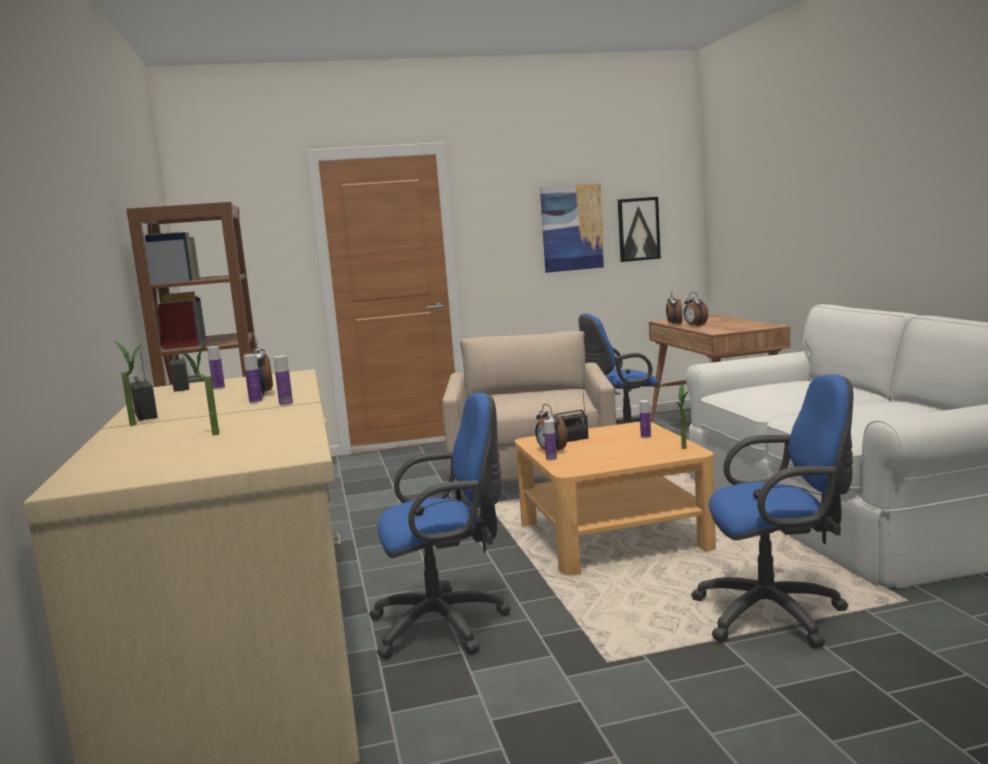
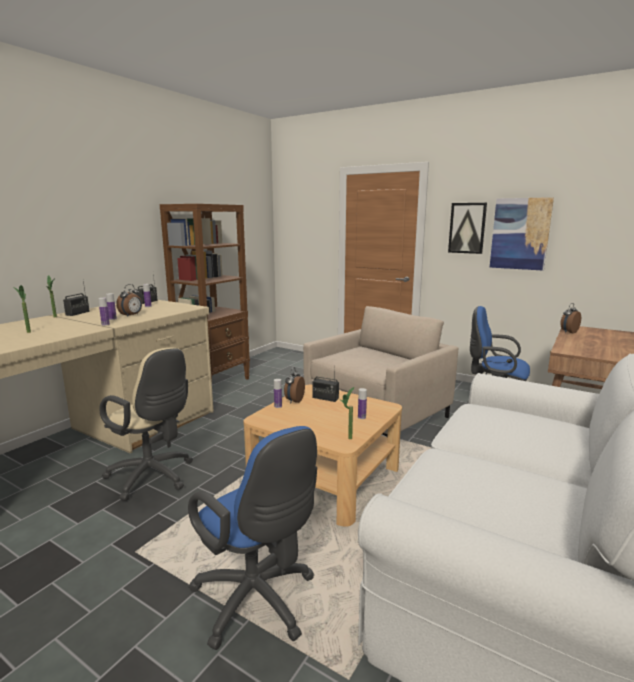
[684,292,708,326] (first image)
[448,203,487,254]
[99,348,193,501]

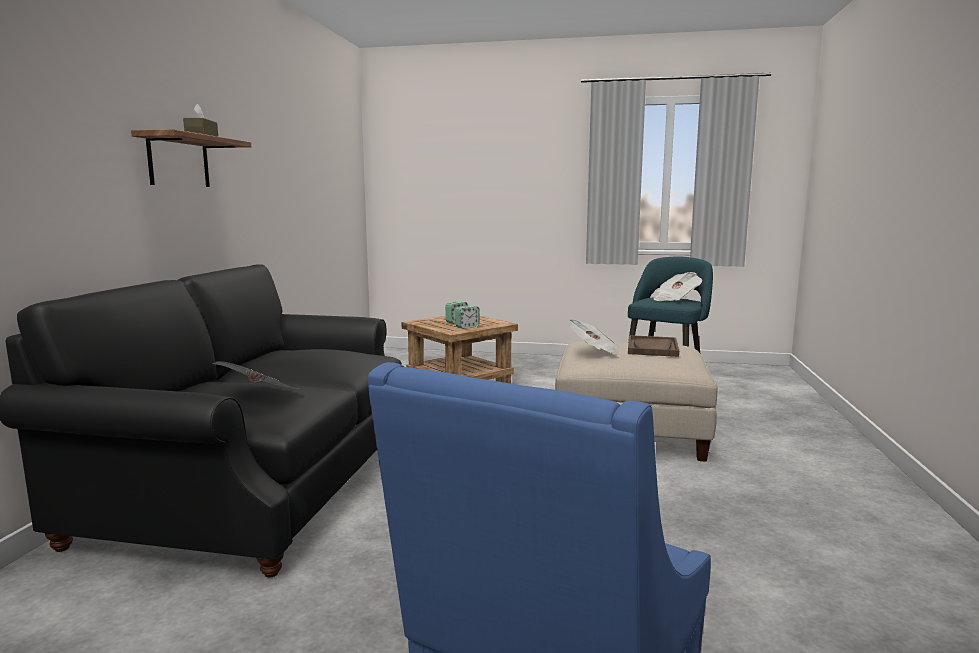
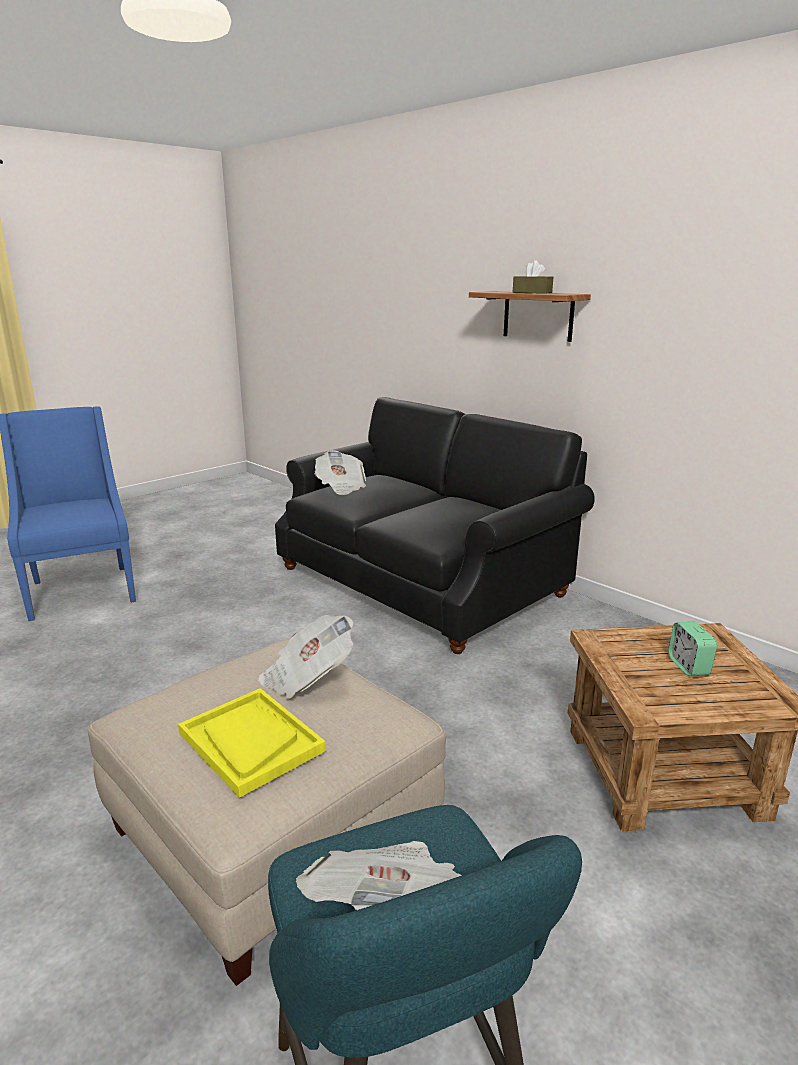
[455,305,480,329] (first image)
[178,688,326,798]

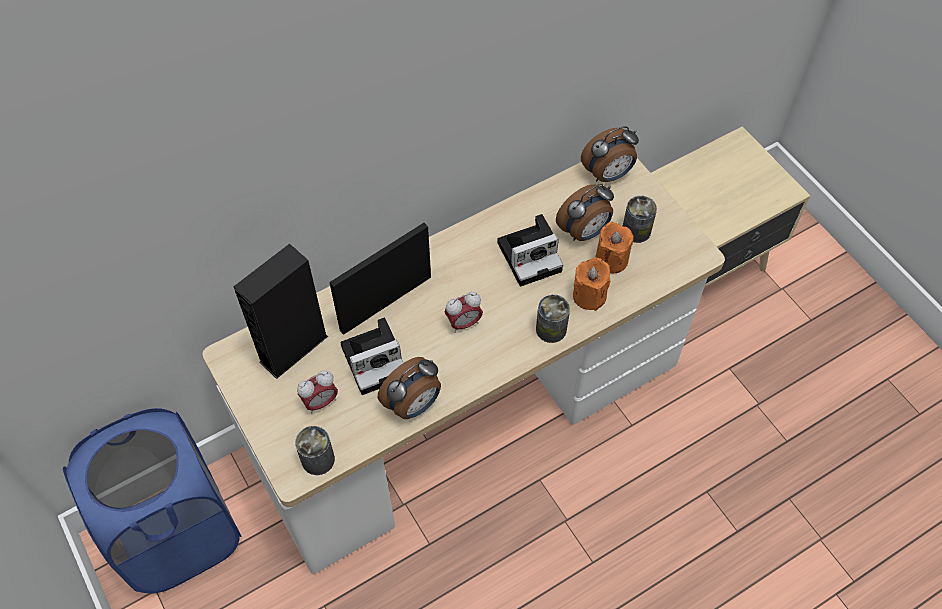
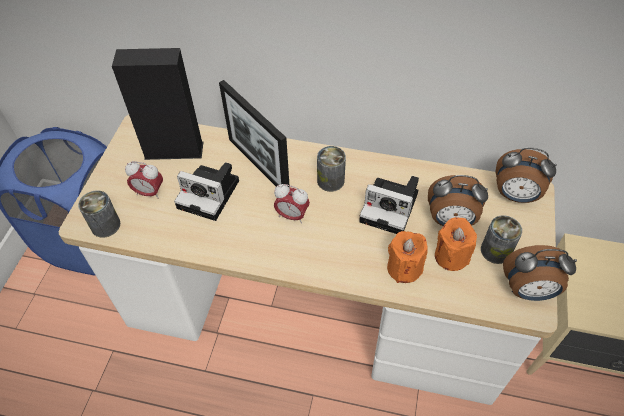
[503,245,577,301]
[317,146,346,192]
[219,80,290,187]

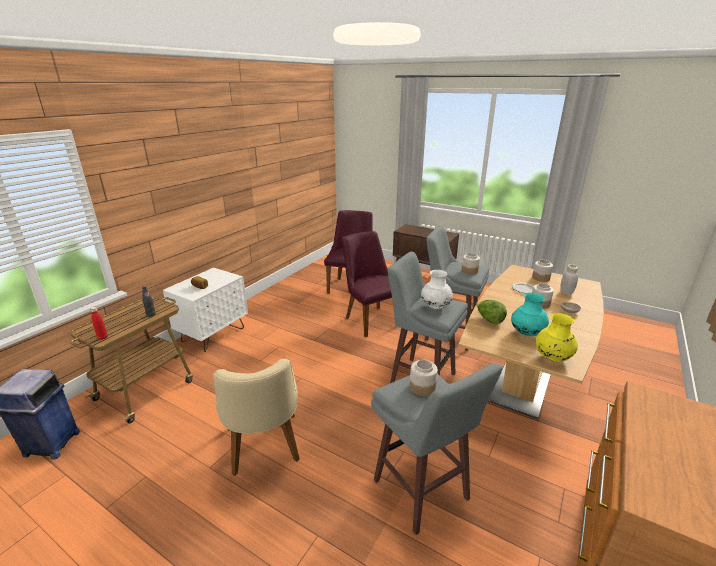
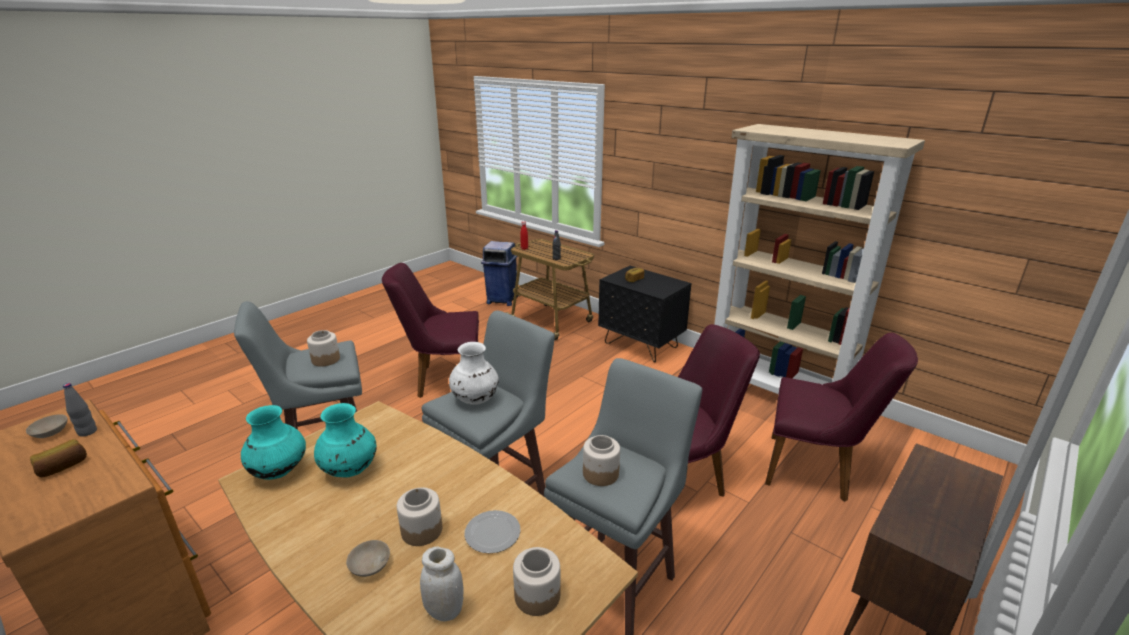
[476,300,507,324] (first image)
[26,414,67,438]
[30,439,87,477]
[63,383,97,437]
[714,124,925,394]
[598,266,691,362]
[382,263,479,398]
[241,405,306,480]

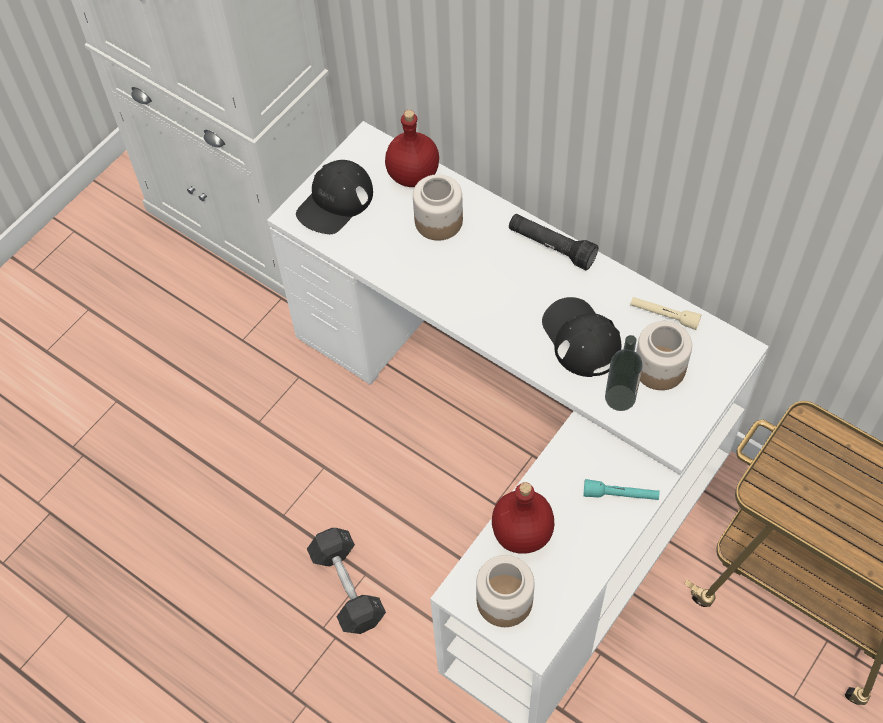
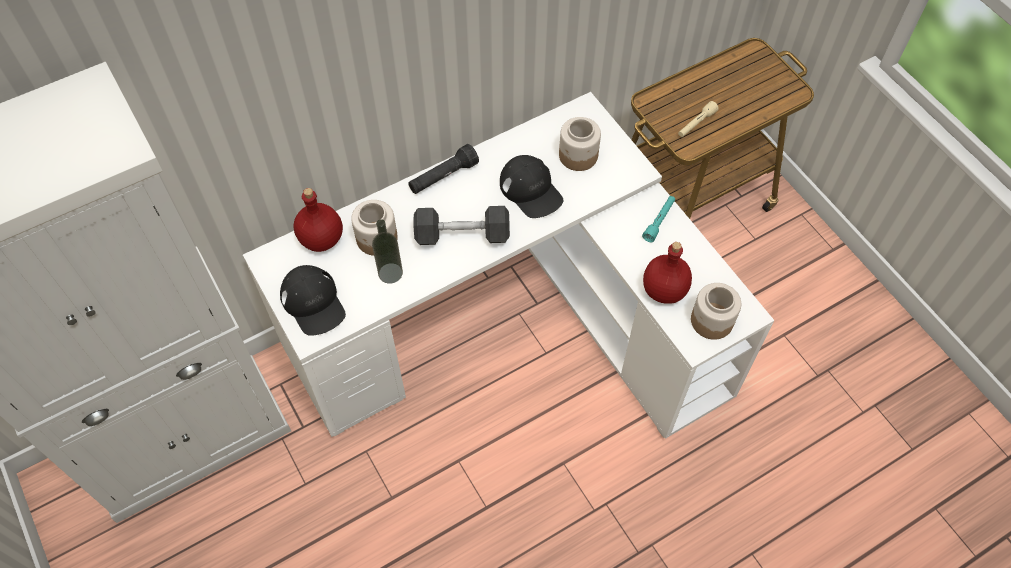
[413,206,510,245]
[372,219,403,284]
[678,101,719,137]
[500,155,563,218]

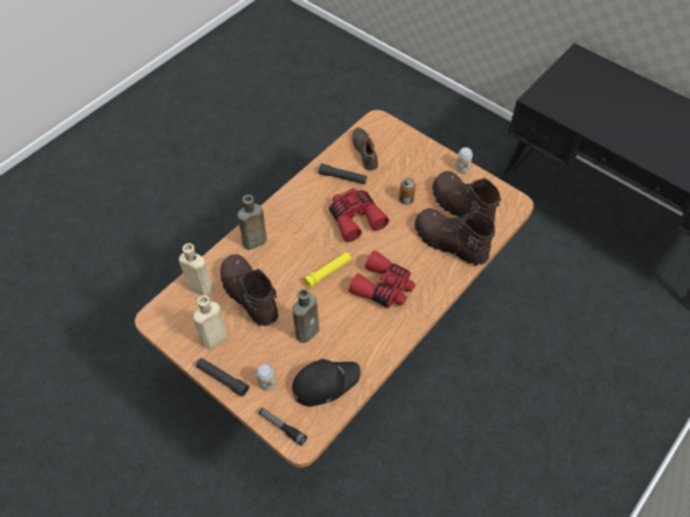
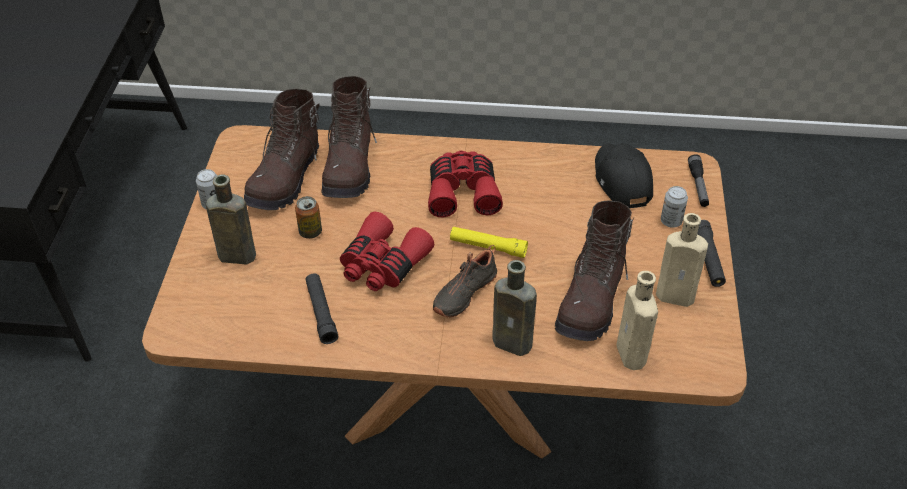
[206,174,256,264]
[433,245,497,317]
[595,143,653,208]

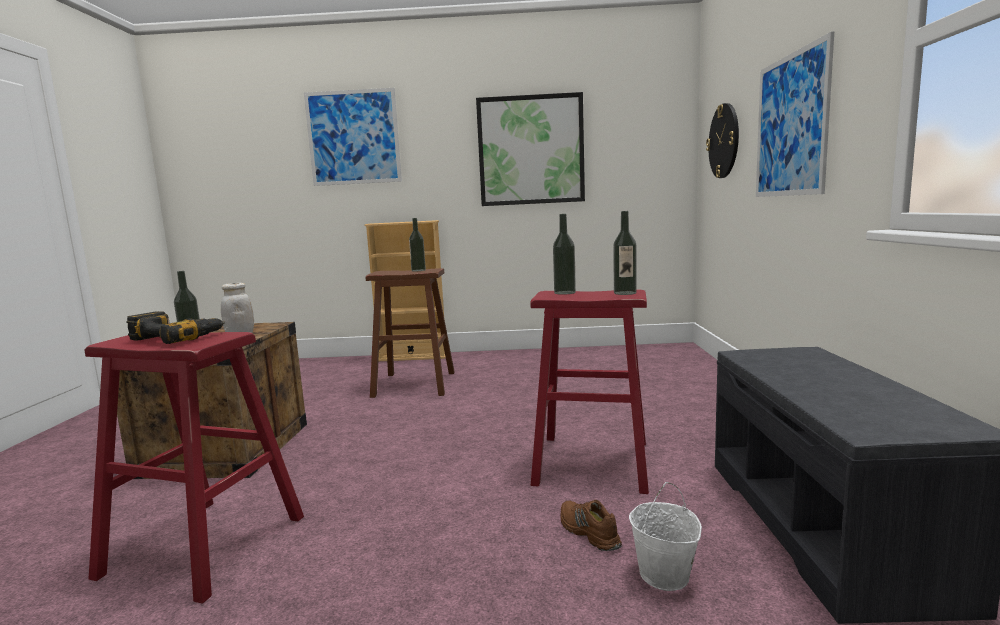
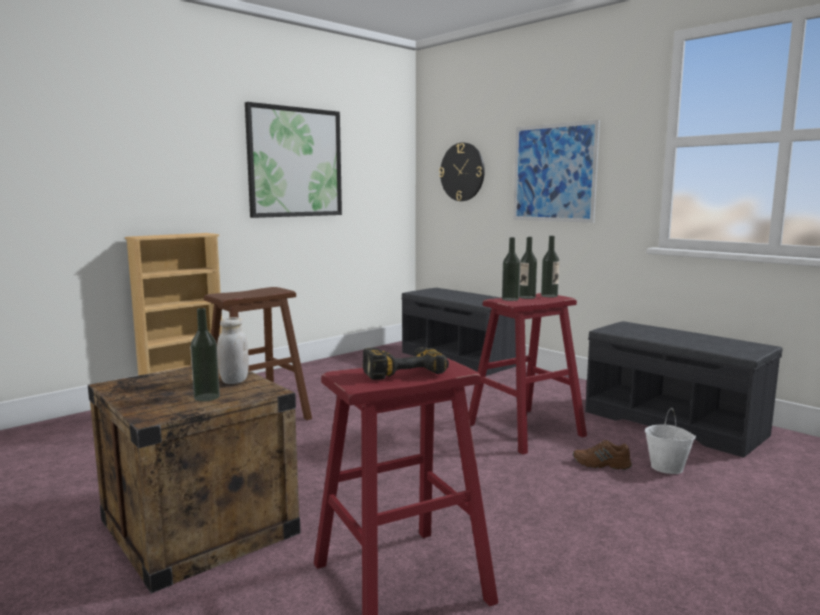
[304,88,402,186] (first image)
[402,288,516,376]
[519,237,537,299]

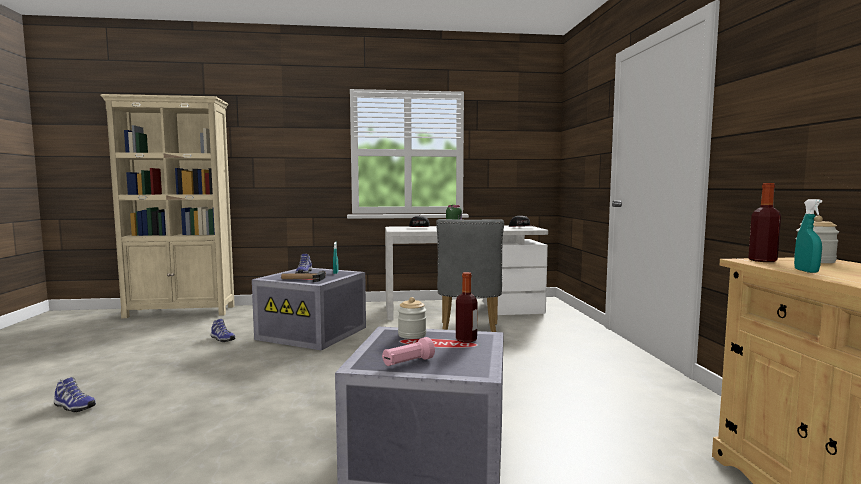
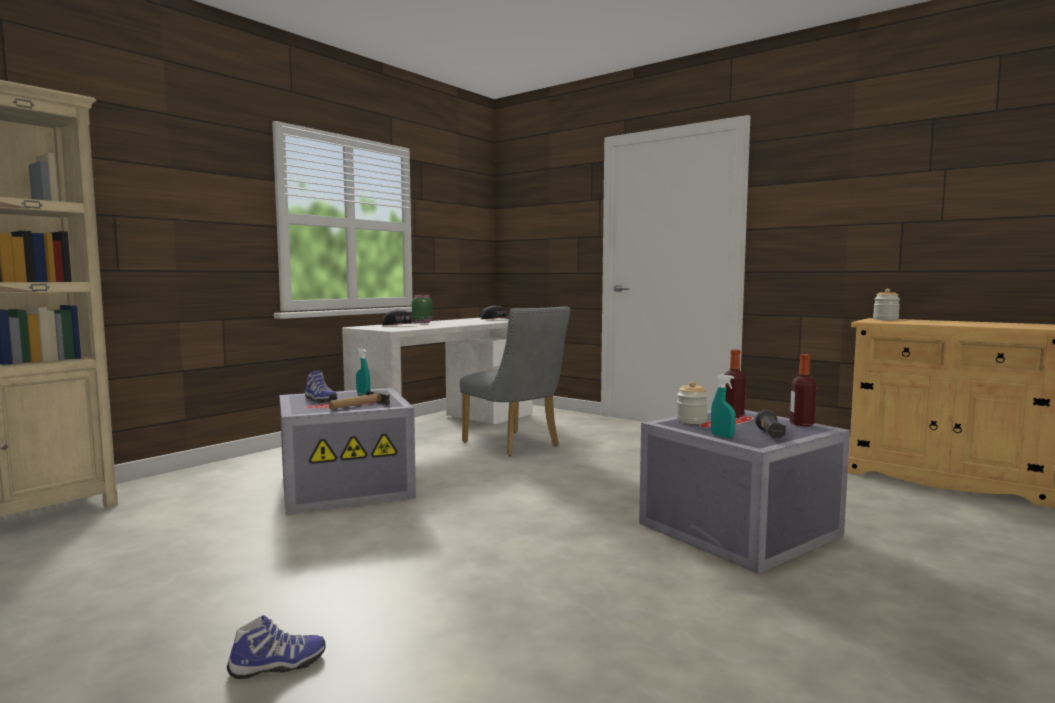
[211,319,235,342] (first image)
[790,354,816,426]
[710,375,736,438]
[755,410,786,439]

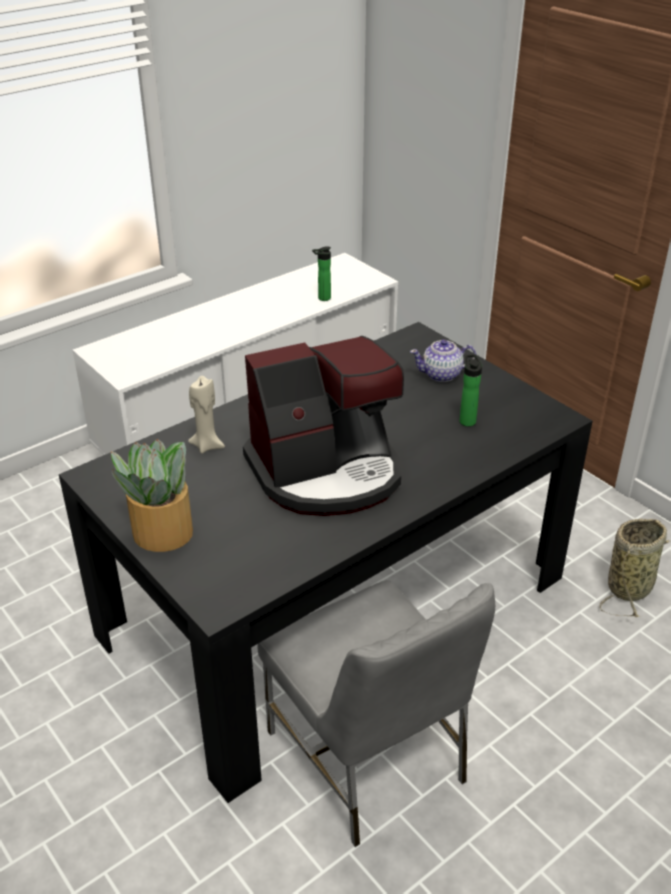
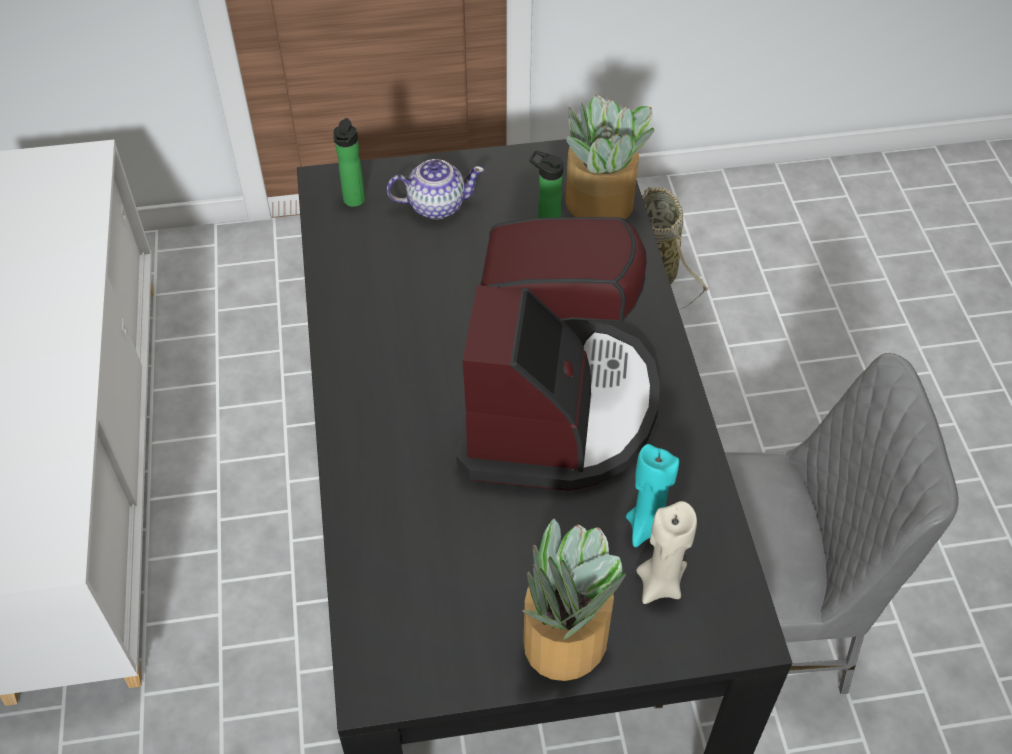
[565,95,655,219]
[626,444,679,547]
[636,501,697,604]
[333,118,365,207]
[387,159,484,219]

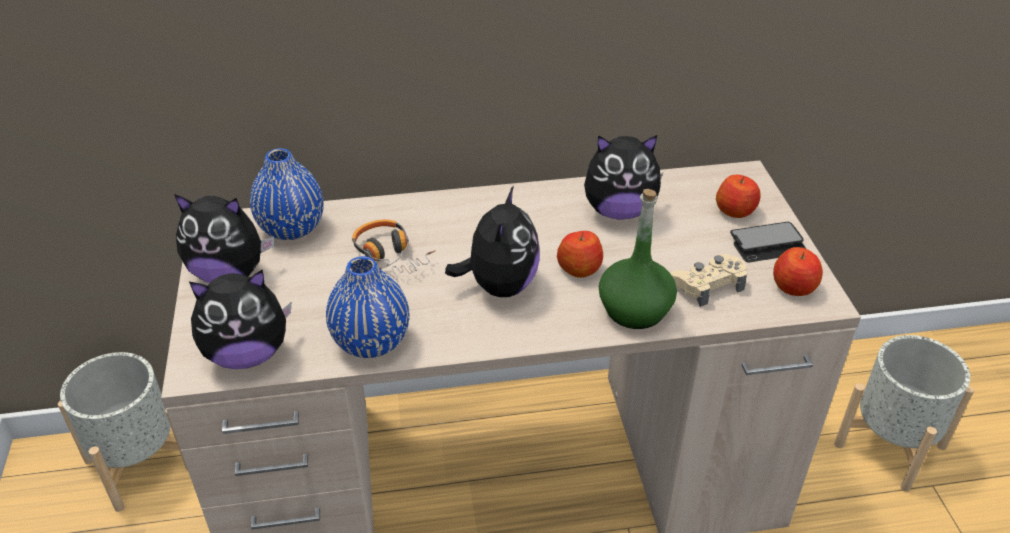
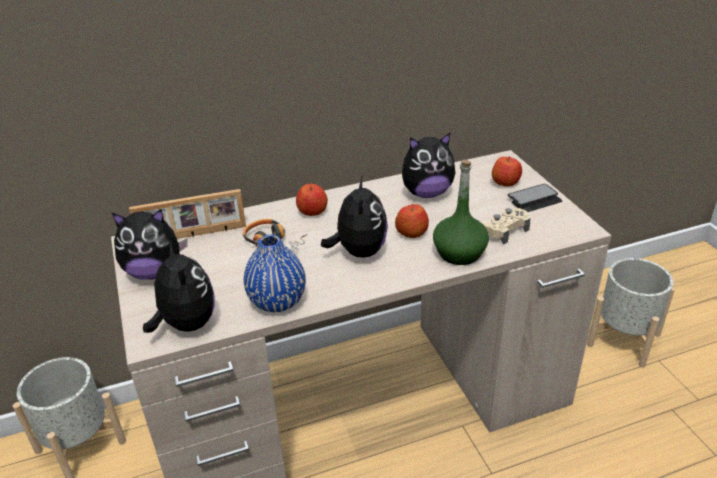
[296,184,328,216]
[129,189,246,239]
[143,241,215,333]

